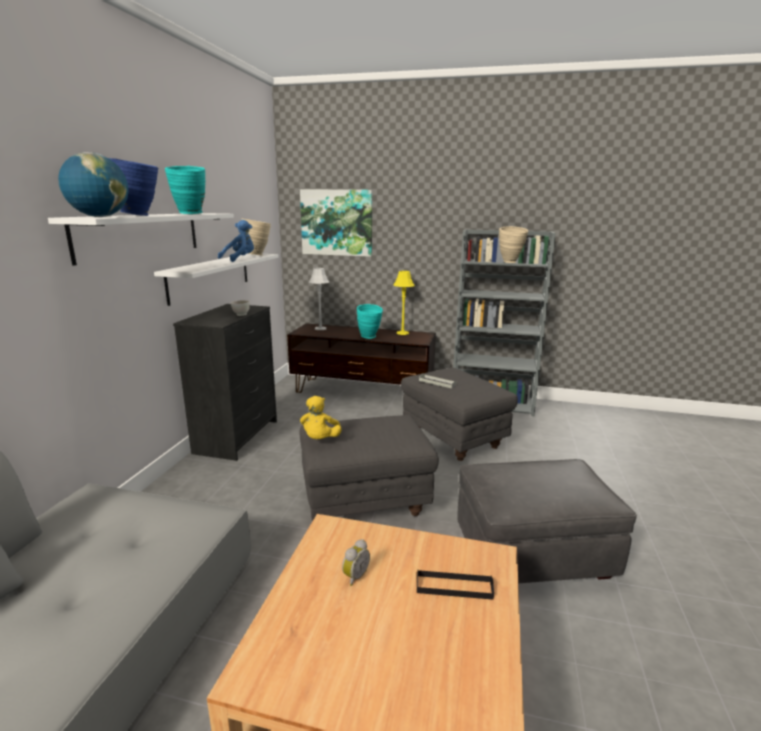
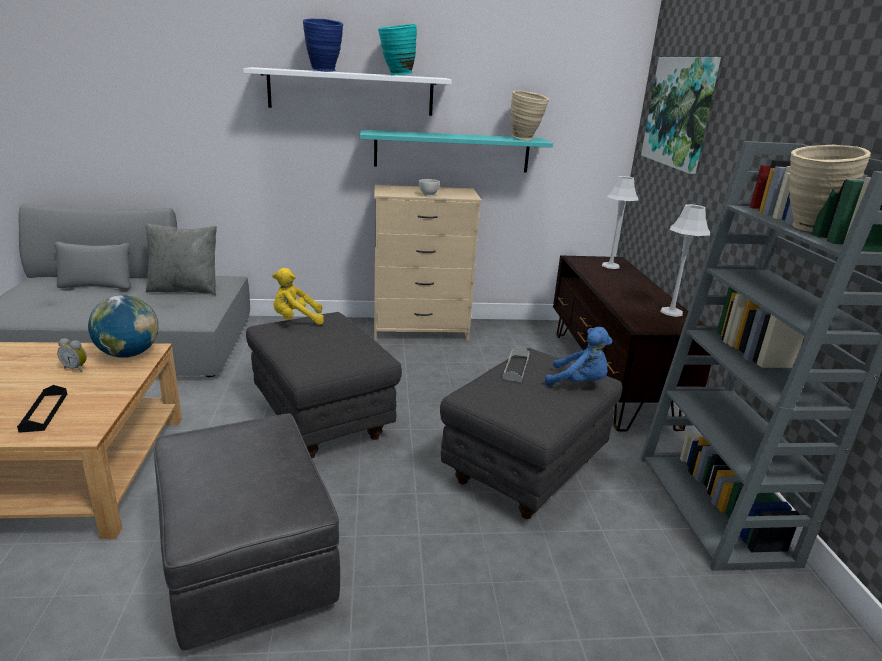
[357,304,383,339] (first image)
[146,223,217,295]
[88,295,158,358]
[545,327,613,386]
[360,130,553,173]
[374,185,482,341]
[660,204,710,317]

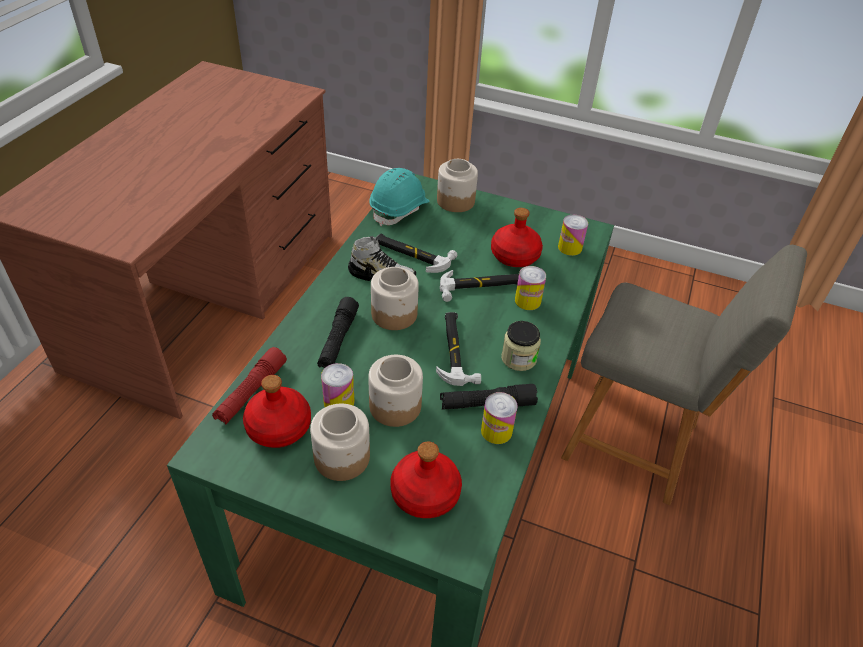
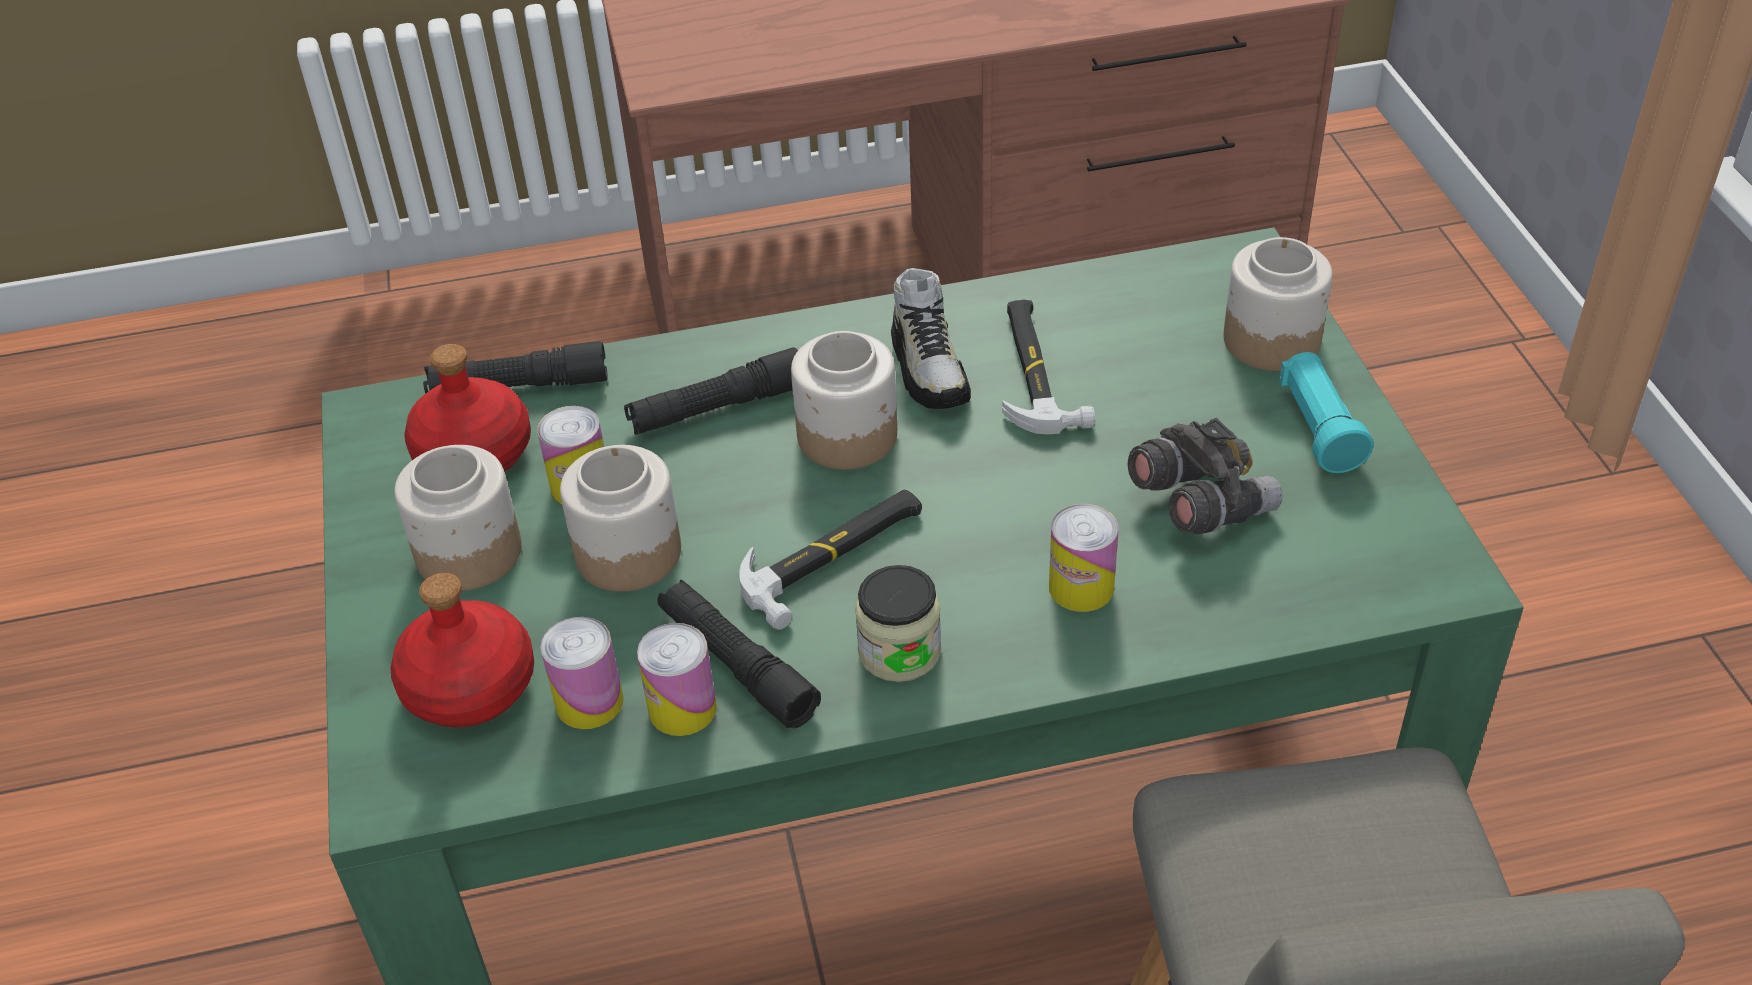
[369,168,429,227] (first image)
[440,270,519,302] (first image)
[1279,352,1374,473]
[541,617,624,729]
[1128,418,1283,534]
[423,341,608,394]

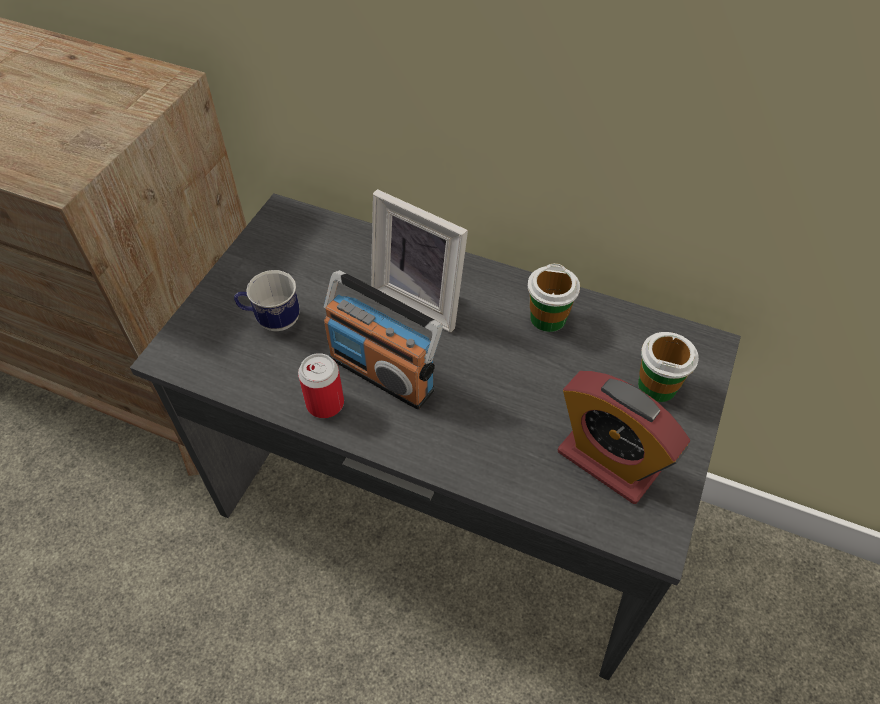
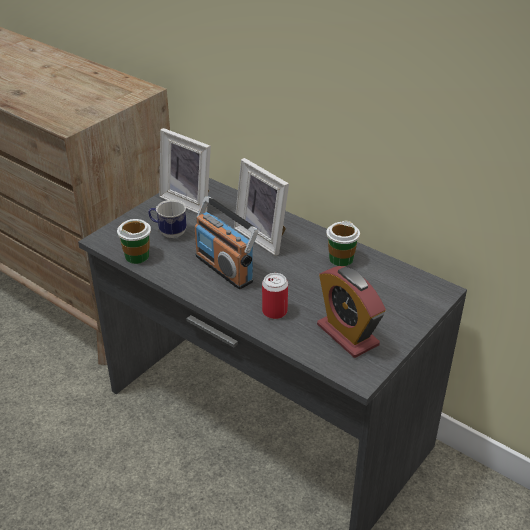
[159,128,211,213]
[262,273,288,319]
[117,219,151,264]

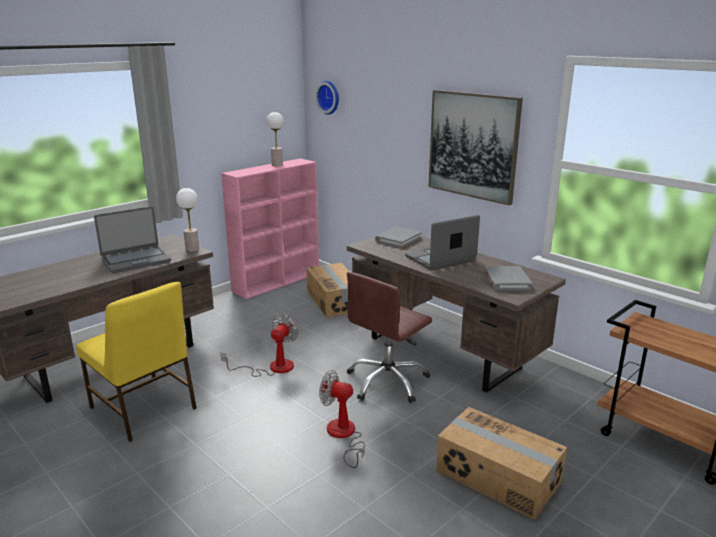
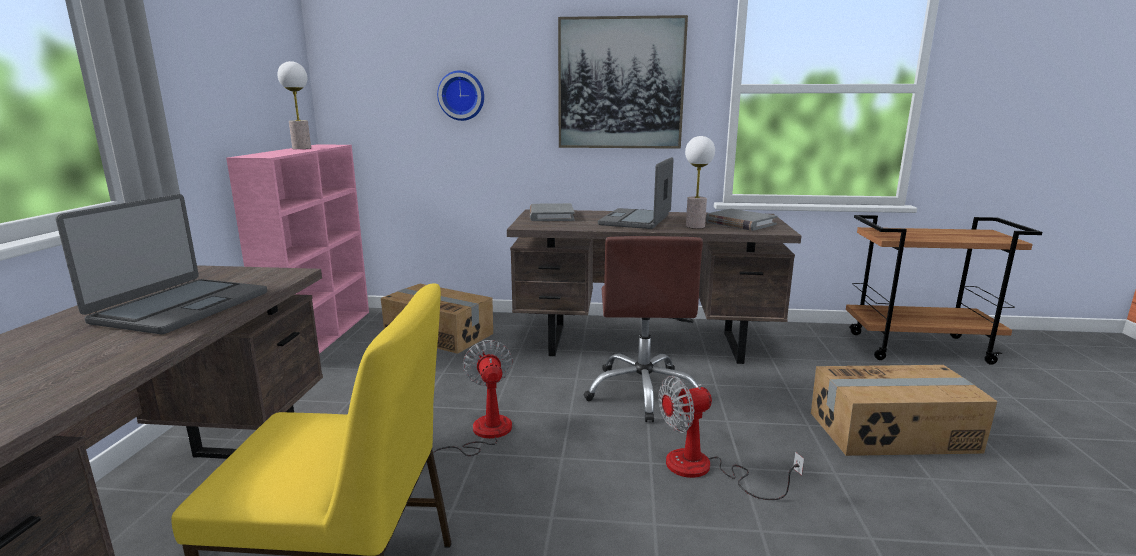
[685,136,715,229]
[437,70,484,121]

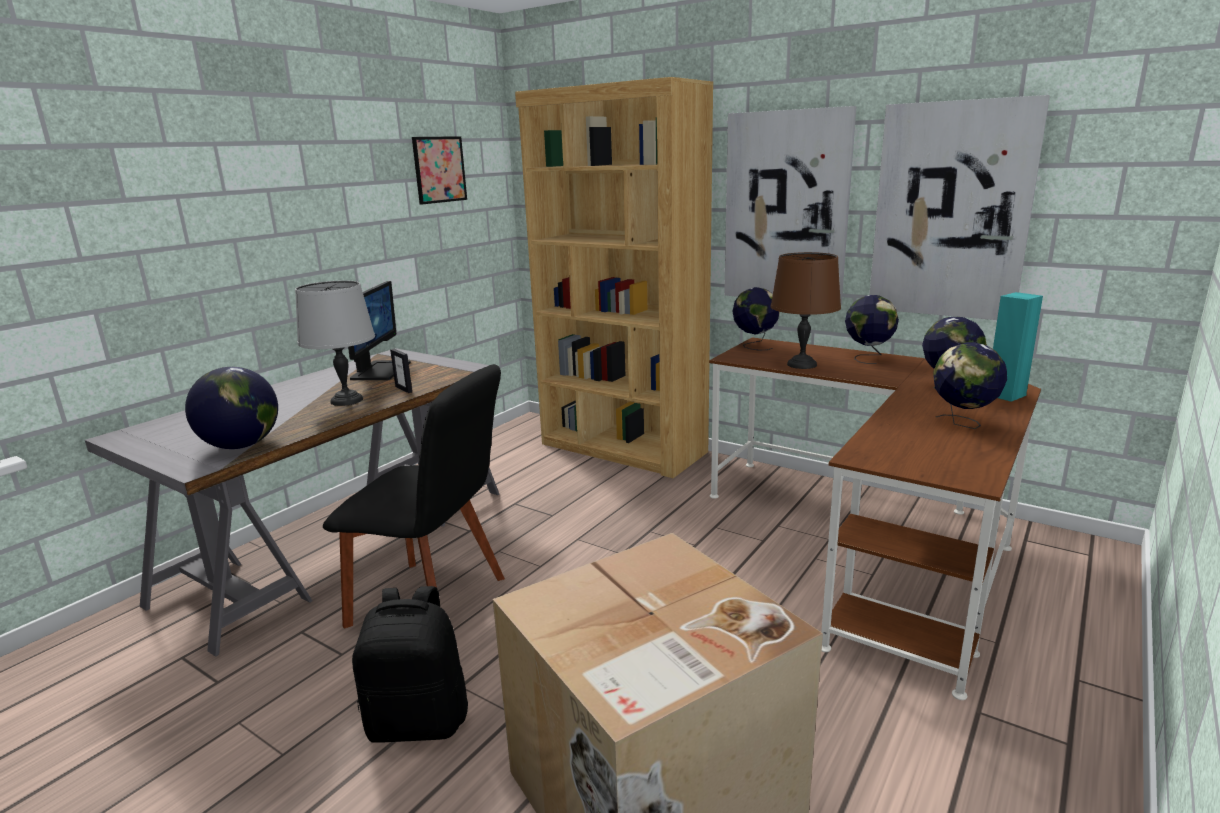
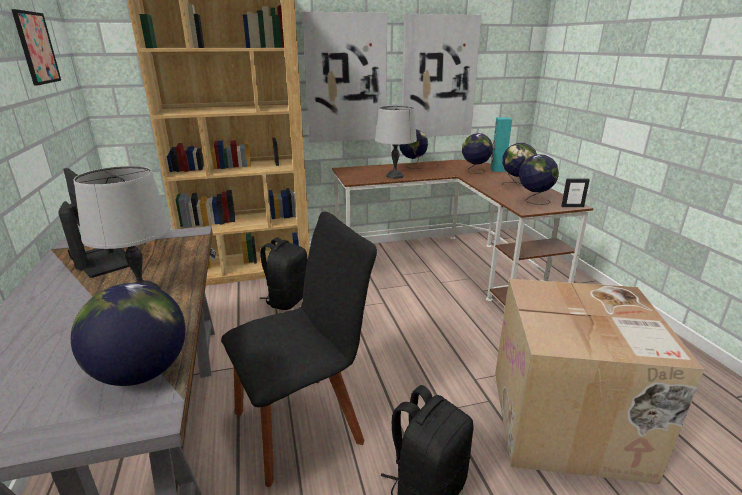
[260,238,307,310]
[561,178,590,207]
[519,154,559,205]
[375,106,417,179]

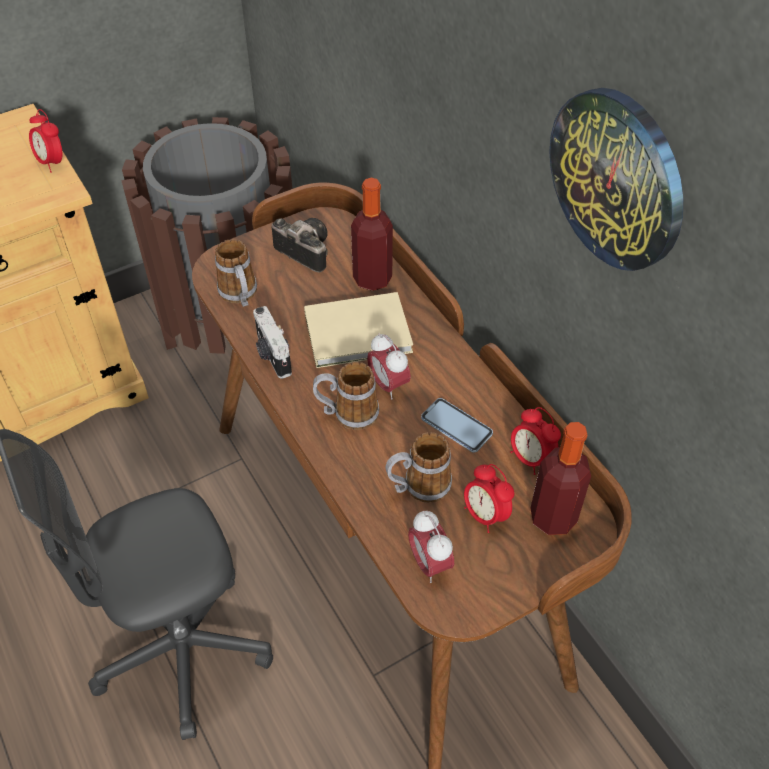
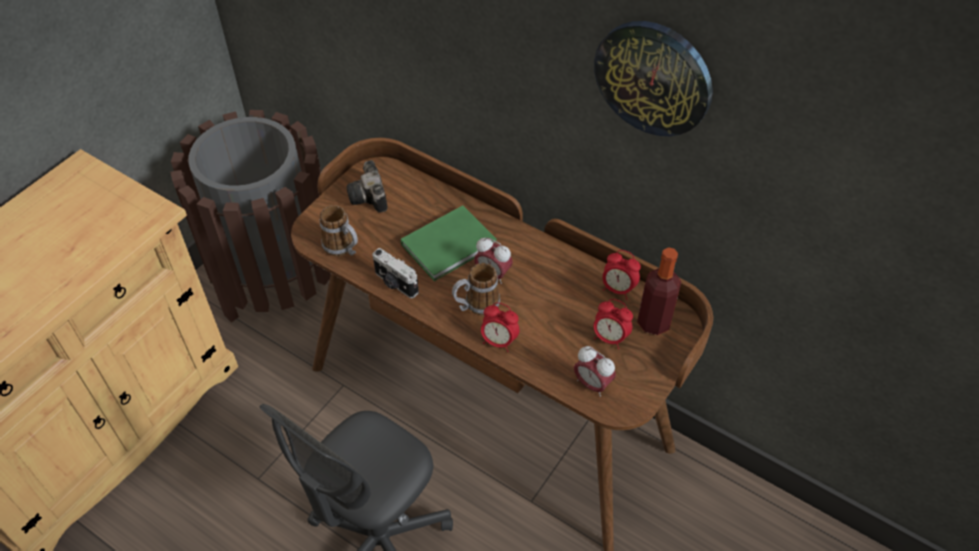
[351,178,393,291] (first image)
[386,432,452,503] (first image)
[421,398,493,453] (first image)
[481,302,519,352]
[401,205,497,281]
[346,160,388,213]

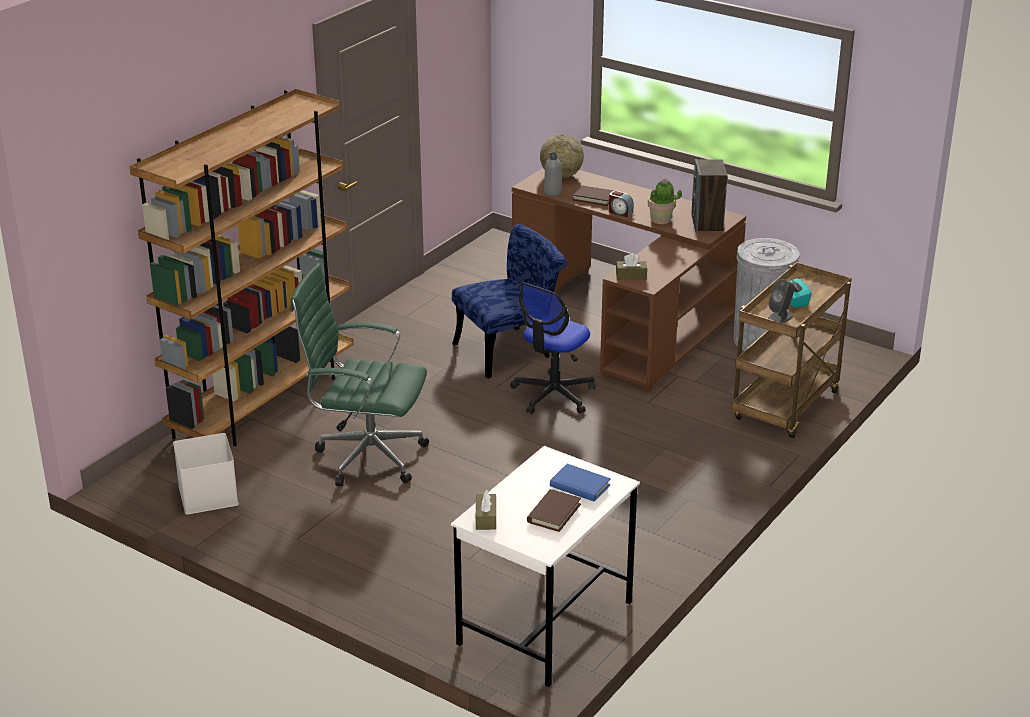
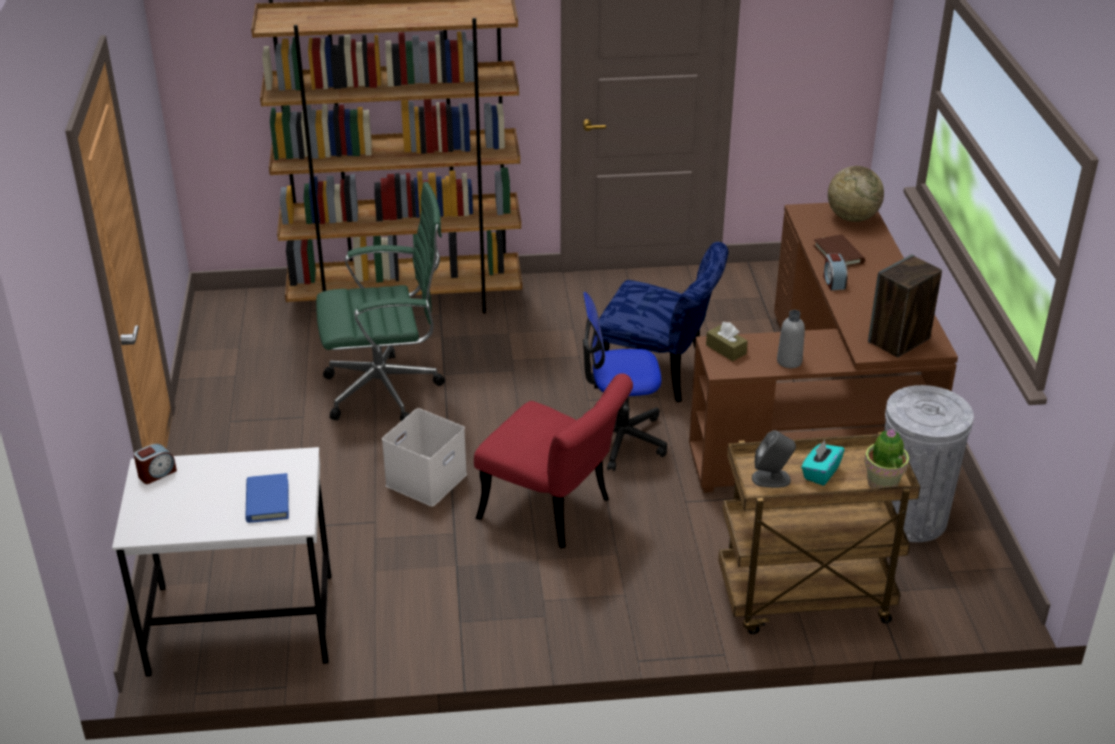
[527,489,581,532] (first image)
[474,373,633,548]
[382,408,467,507]
[777,310,805,368]
[864,428,909,489]
[134,444,177,484]
[316,182,445,421]

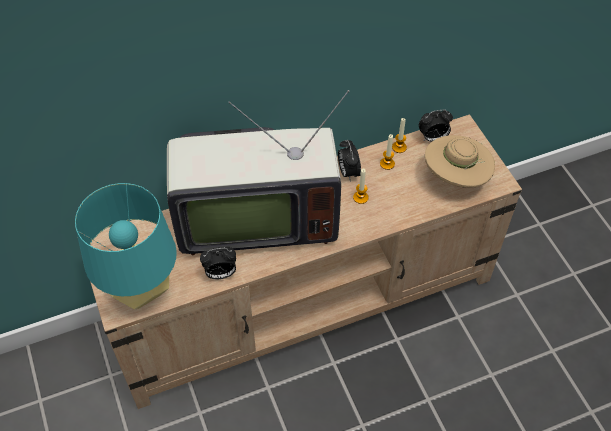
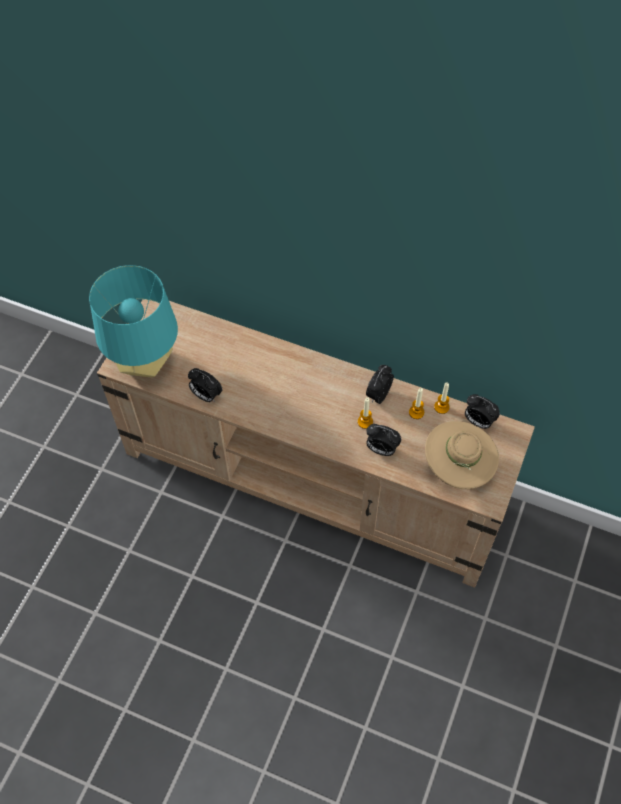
[167,90,349,256] (first image)
[366,424,401,456]

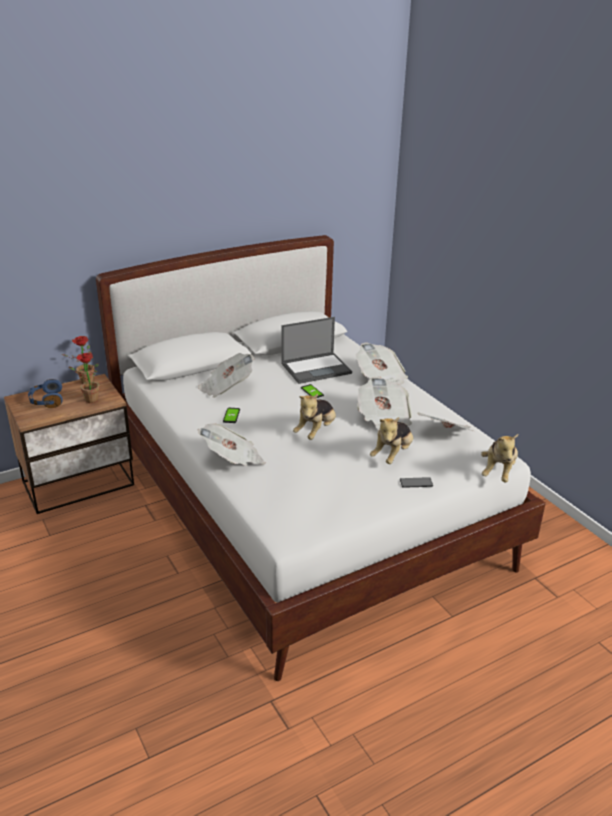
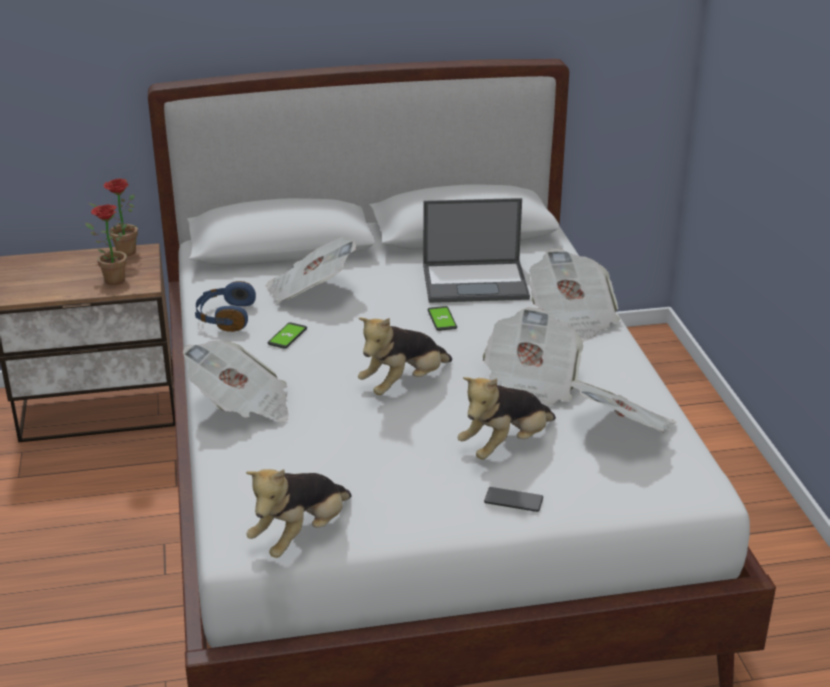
[195,281,256,332]
[246,469,352,558]

